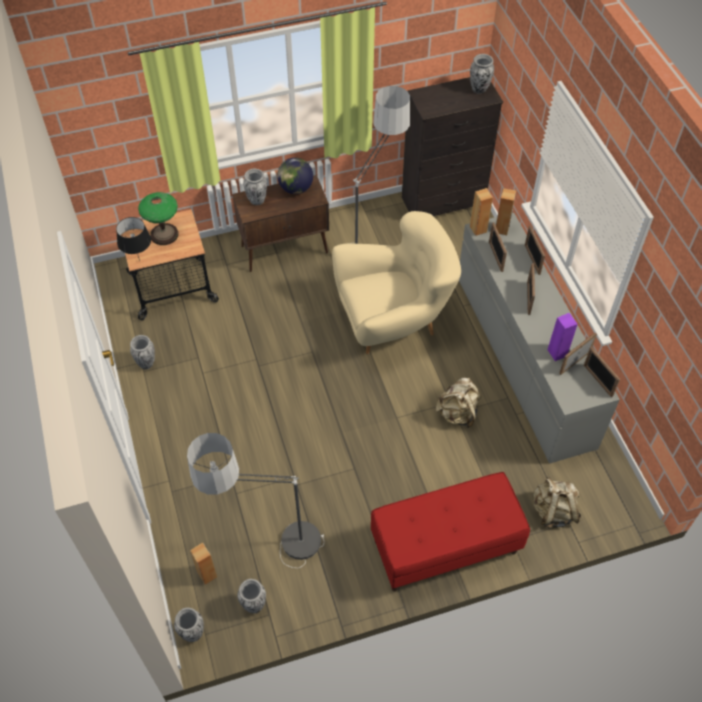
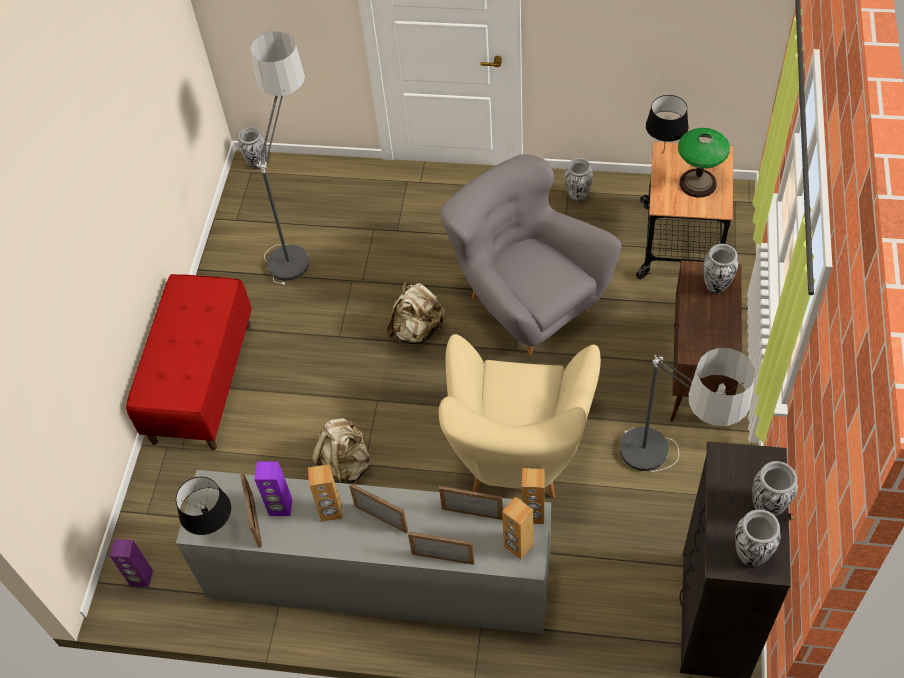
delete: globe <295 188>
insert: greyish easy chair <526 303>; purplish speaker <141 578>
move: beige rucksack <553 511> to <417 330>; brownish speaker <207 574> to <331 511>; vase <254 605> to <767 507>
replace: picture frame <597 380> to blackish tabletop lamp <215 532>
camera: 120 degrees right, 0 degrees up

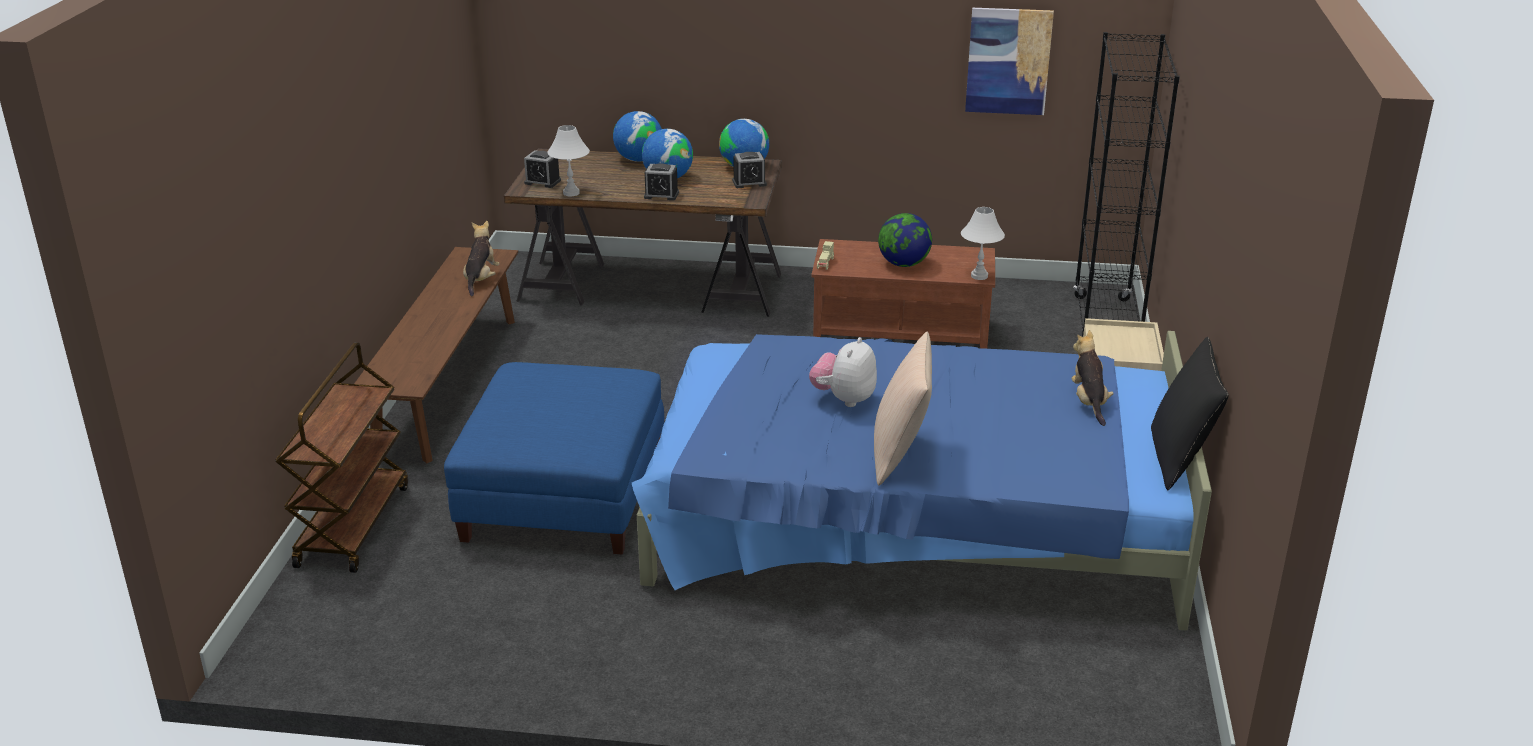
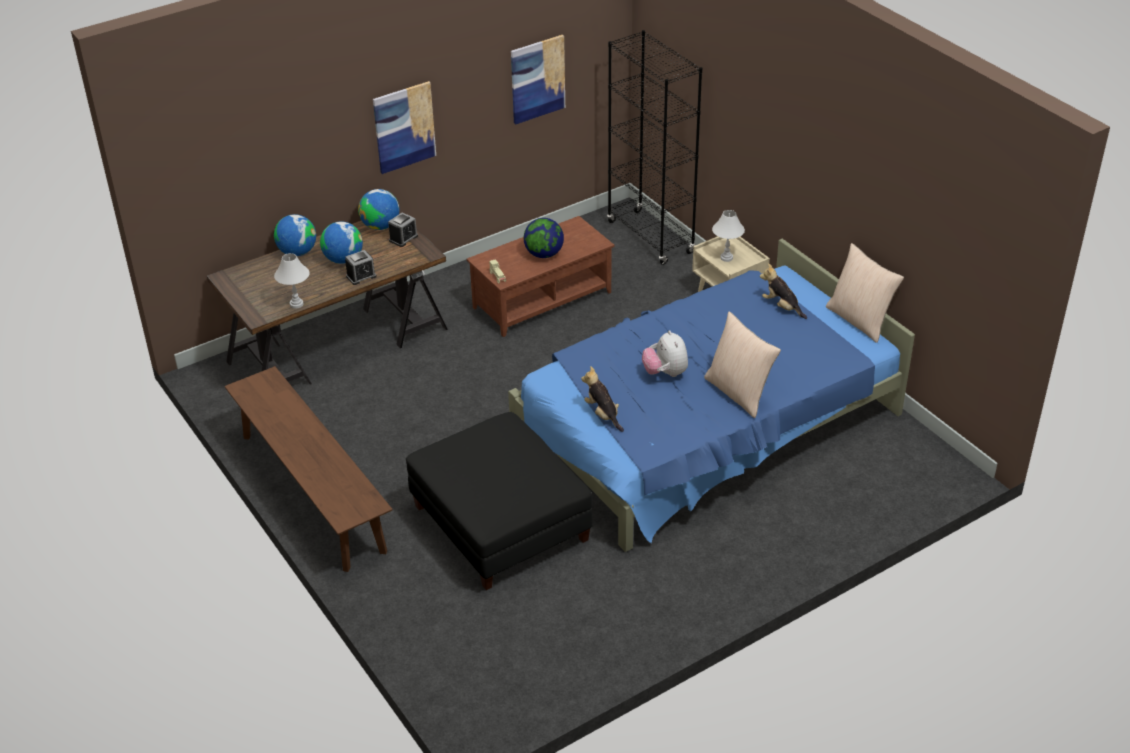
delete: bedside clock <542 182>; brownish wheeled cart <352 525>
insert: wall art <404 127>
move: white tabletop lamp <979 276> to <726 258>; cuddly toy <481 280> to <603 414>
recolor: blackish cushion <1179 459> to beige cushion <859 320>; blue-coloured ottoman <564 494> to blackish ottoman <501 523>
camera: 40 degrees left, 10 degrees up

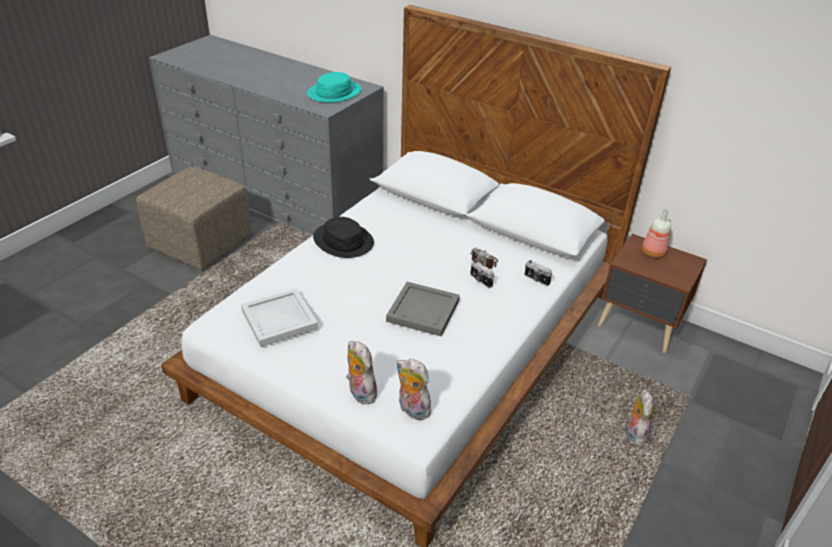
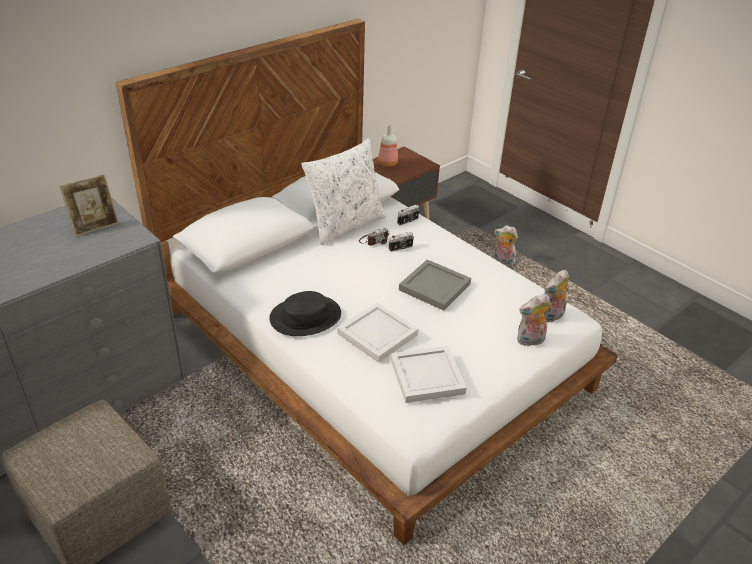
insert: white cushion <345 225>; white tray <379 334>
replace: turquoise clothing hat <334 92> to picture frame <95 226>
camera: 75 degrees left, 0 degrees up

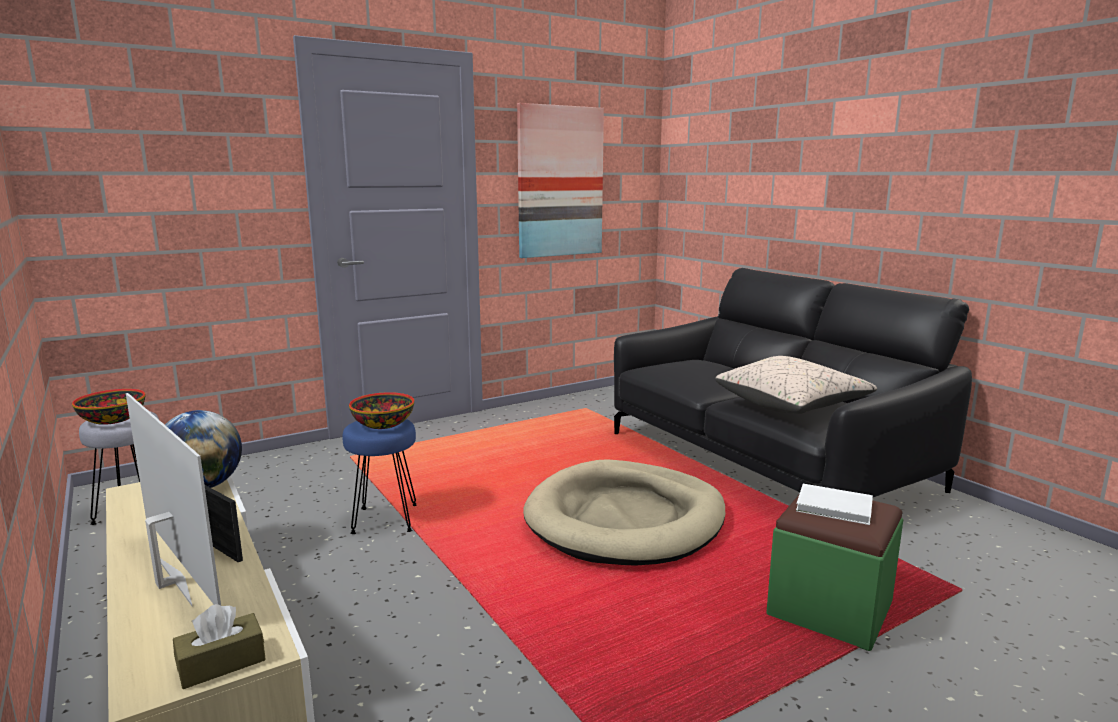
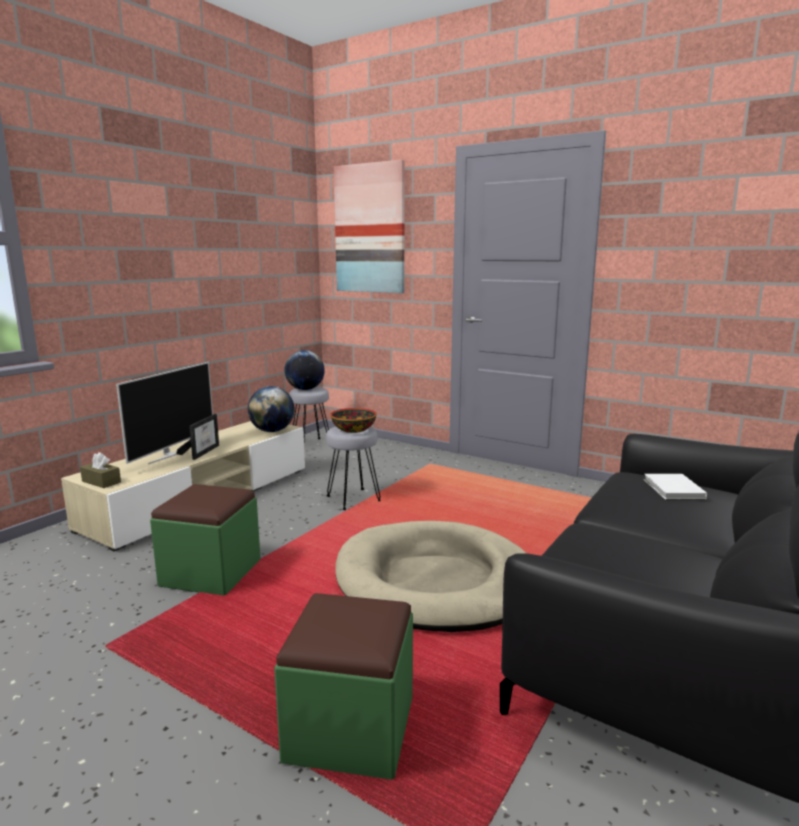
delete: beige cushion <791 405>
insert: green ottoman <211 572>
move: wall art <560 182> to <370 229>; white bound book <836 508> to <673 489>
replace: deep dish <113 420> to globe <305 389>
recolor: blue-coloured sitting stool <385 520> to greyish sitting stool <352 499>
camera: 65 degrees right, 0 degrees up

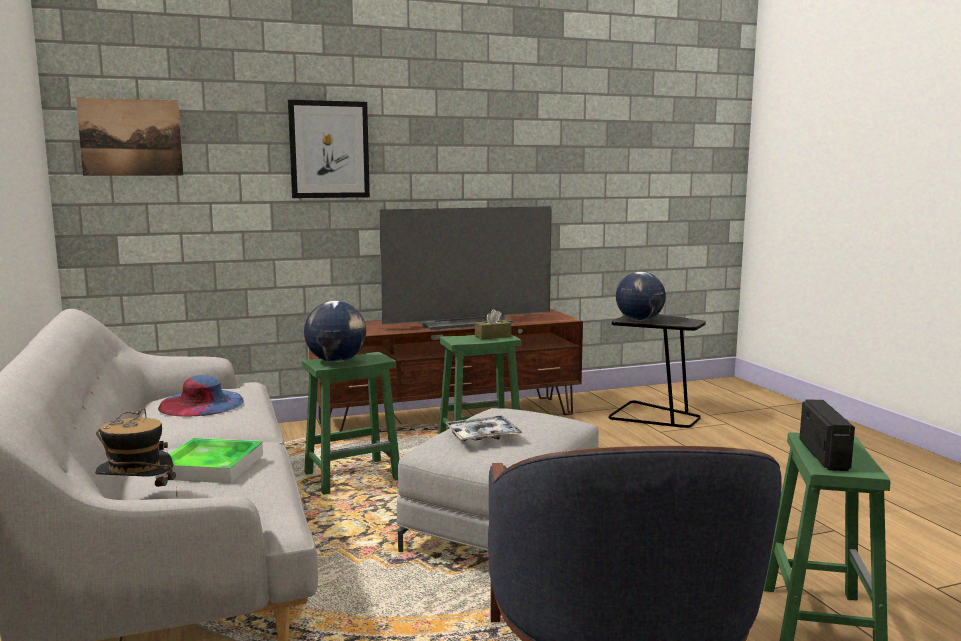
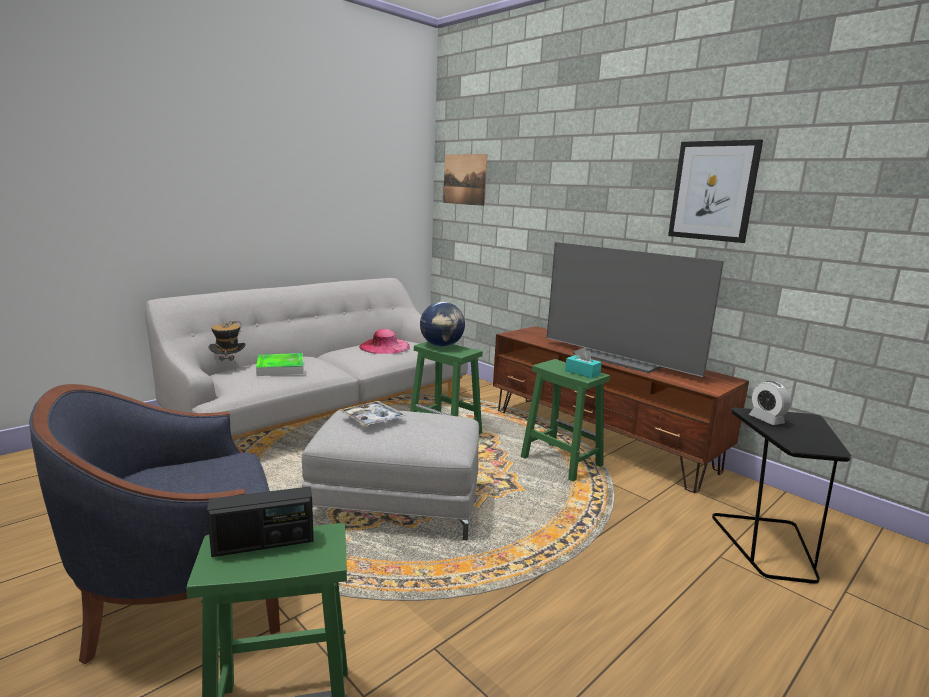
move: wall art <329 149> to <713 191>
replace: globe <640 320> to bedside clock <766 420>
recolor: brownish tissue holder <493 336> to turquoise tissue holder <582 372>; blue-coloured clothing hat <202 404> to pink-coloured clothing hat <384 346>
camera: 65 degrees right, 5 degrees up

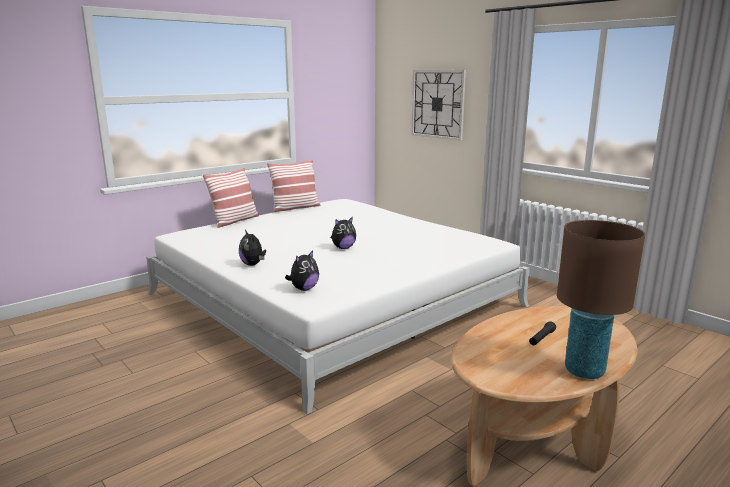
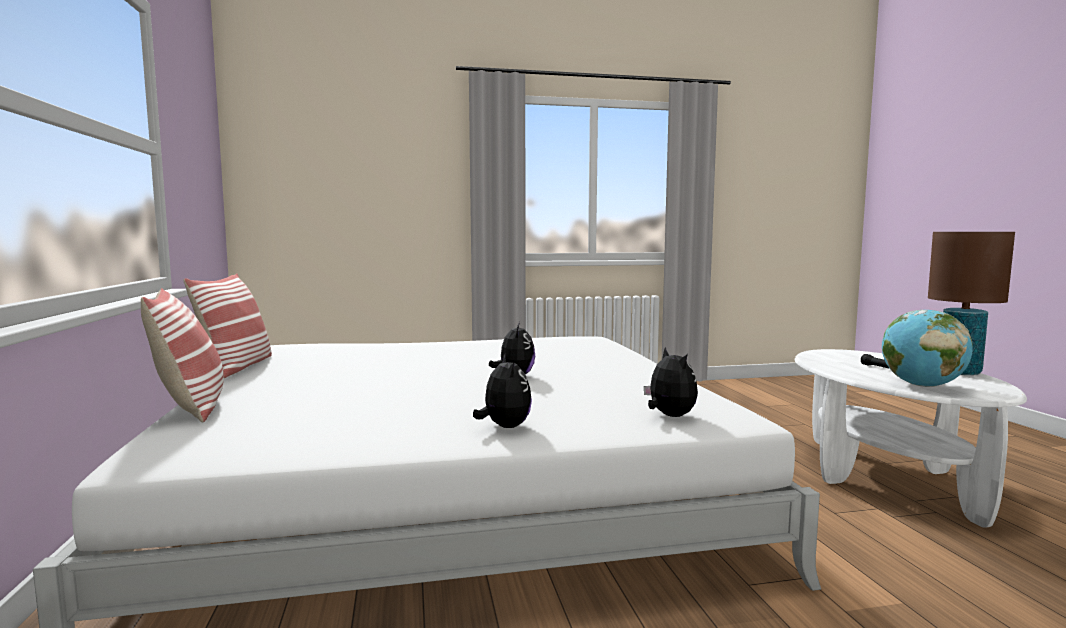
delete: clock on the wall <438 104>
insert: globe <921 385>
recolor: brownish coffee table <535 436> to white coffee table <886 477>
rotate: cuddly toy <253 264> = <504 427> 105 degrees counterclockwise
camera: 60 degrees left, 10 degrees down

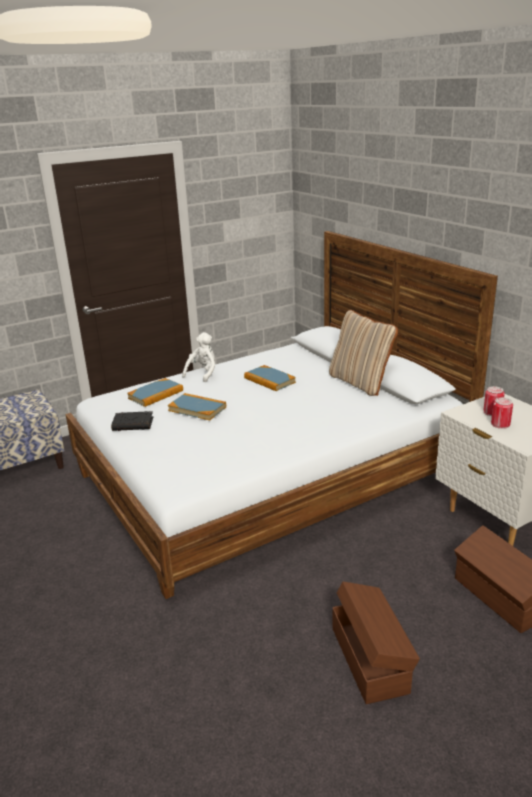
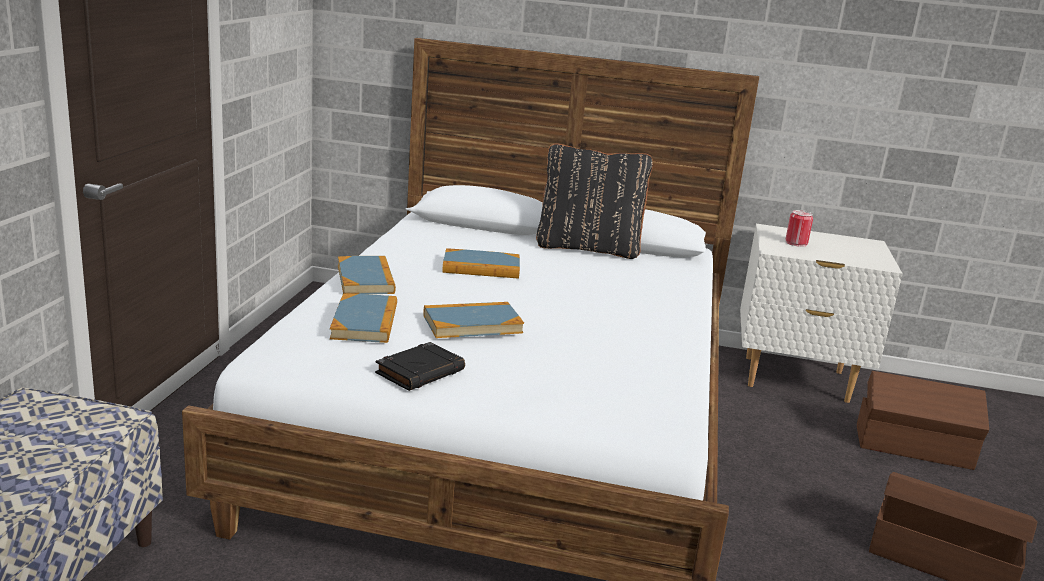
delete: can <500 424>
replace: white cuddly toy <203 373> to bound book <365 279>
recolor: beige cushion <360 383> to blackish cushion <588 248>
camera: 50 degrees left, 5 degrees down

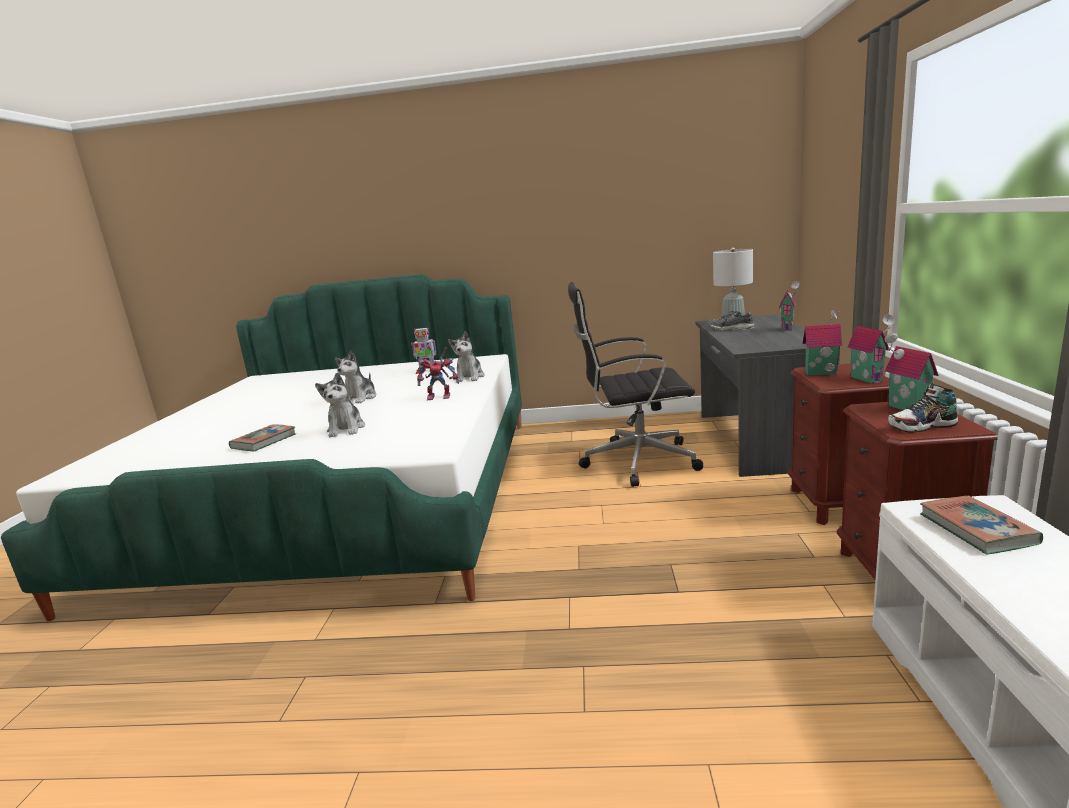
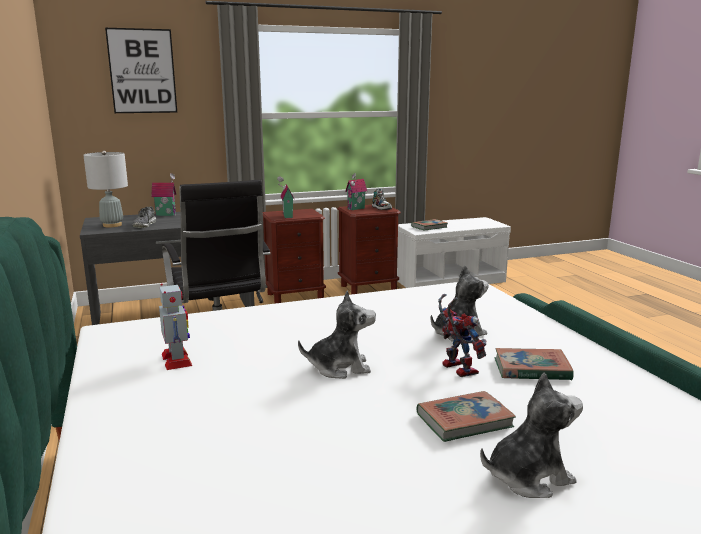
delete: toy house <868 379>
insert: wall art <142 71>; bound book <464 421>
move: cuddly toy <470 377> to <528 477>; toy robot <441 396> to <455 368>
camera: 115 degrees left, 0 degrees up

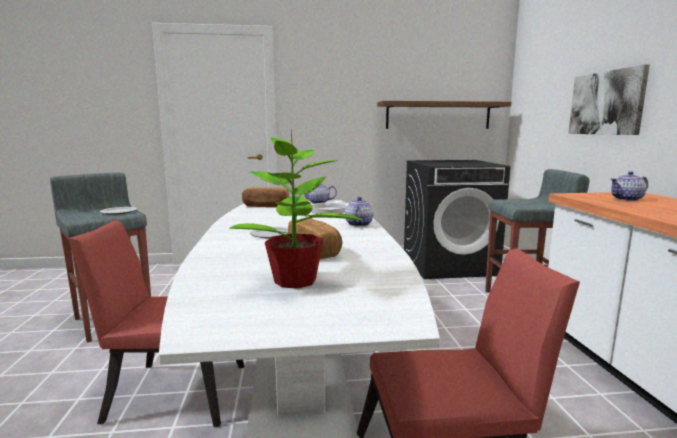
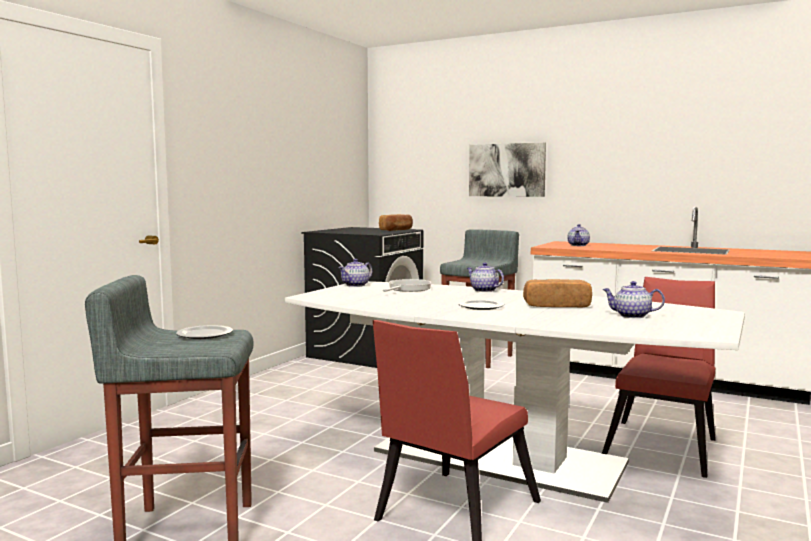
delete: brownish bracket shelf <438 115>
move: bread <266 206> to <396 230>
replace: plant in a pot <295 281> to tea pot <631 316>
camera: 55 degrees left, 5 degrees down

